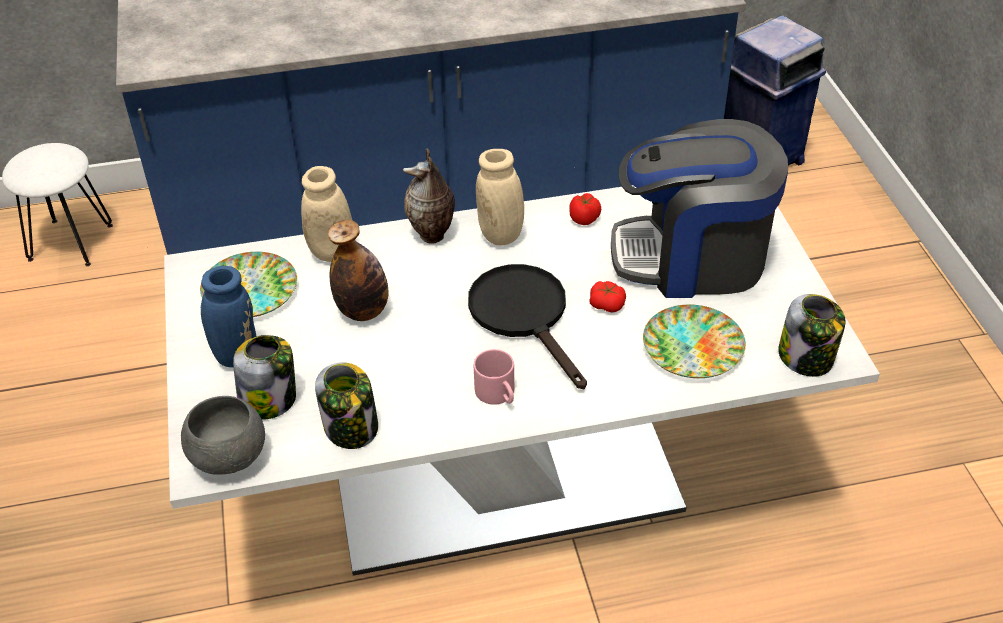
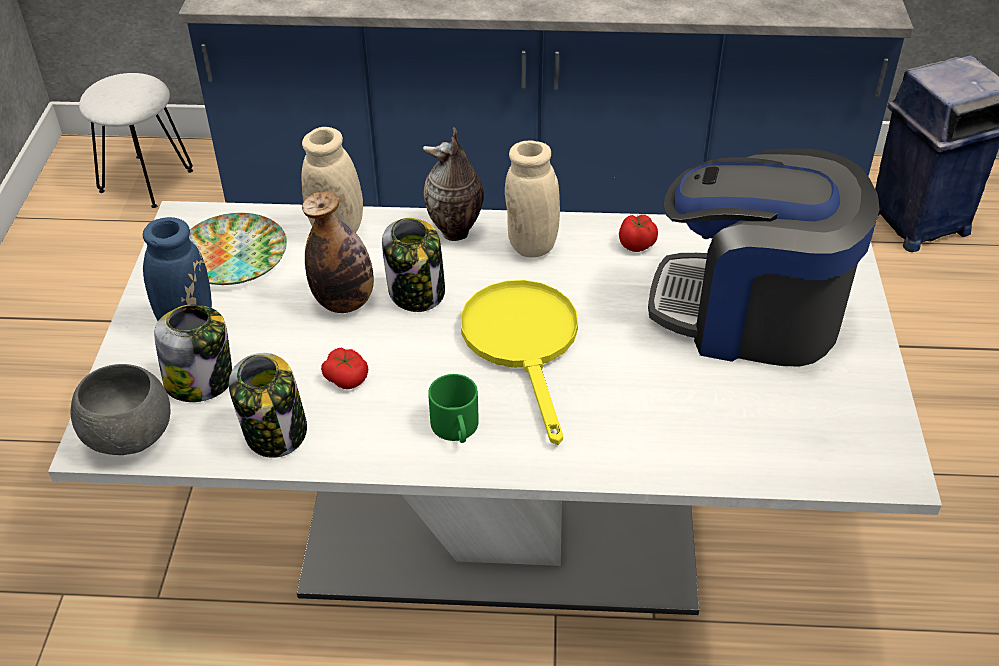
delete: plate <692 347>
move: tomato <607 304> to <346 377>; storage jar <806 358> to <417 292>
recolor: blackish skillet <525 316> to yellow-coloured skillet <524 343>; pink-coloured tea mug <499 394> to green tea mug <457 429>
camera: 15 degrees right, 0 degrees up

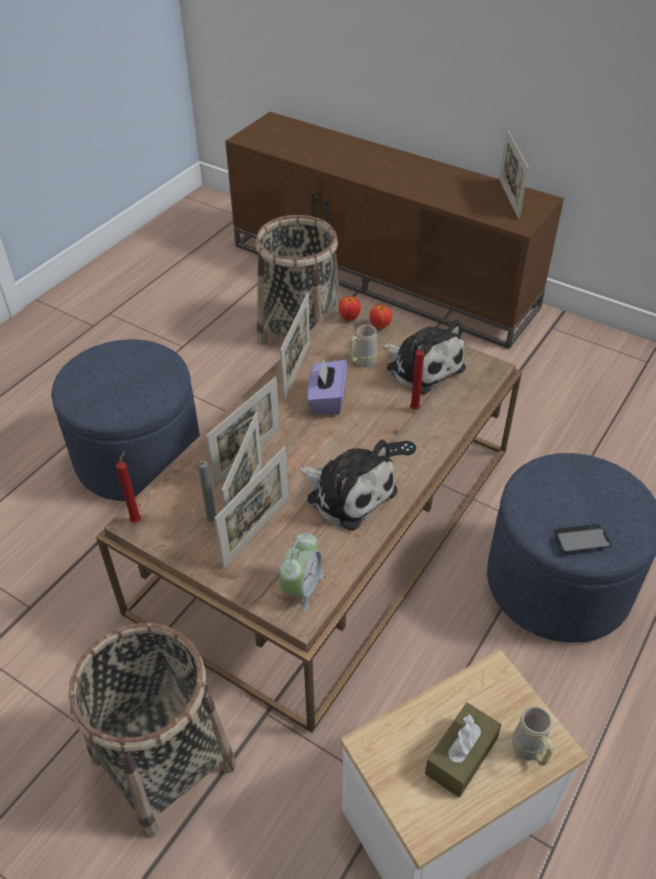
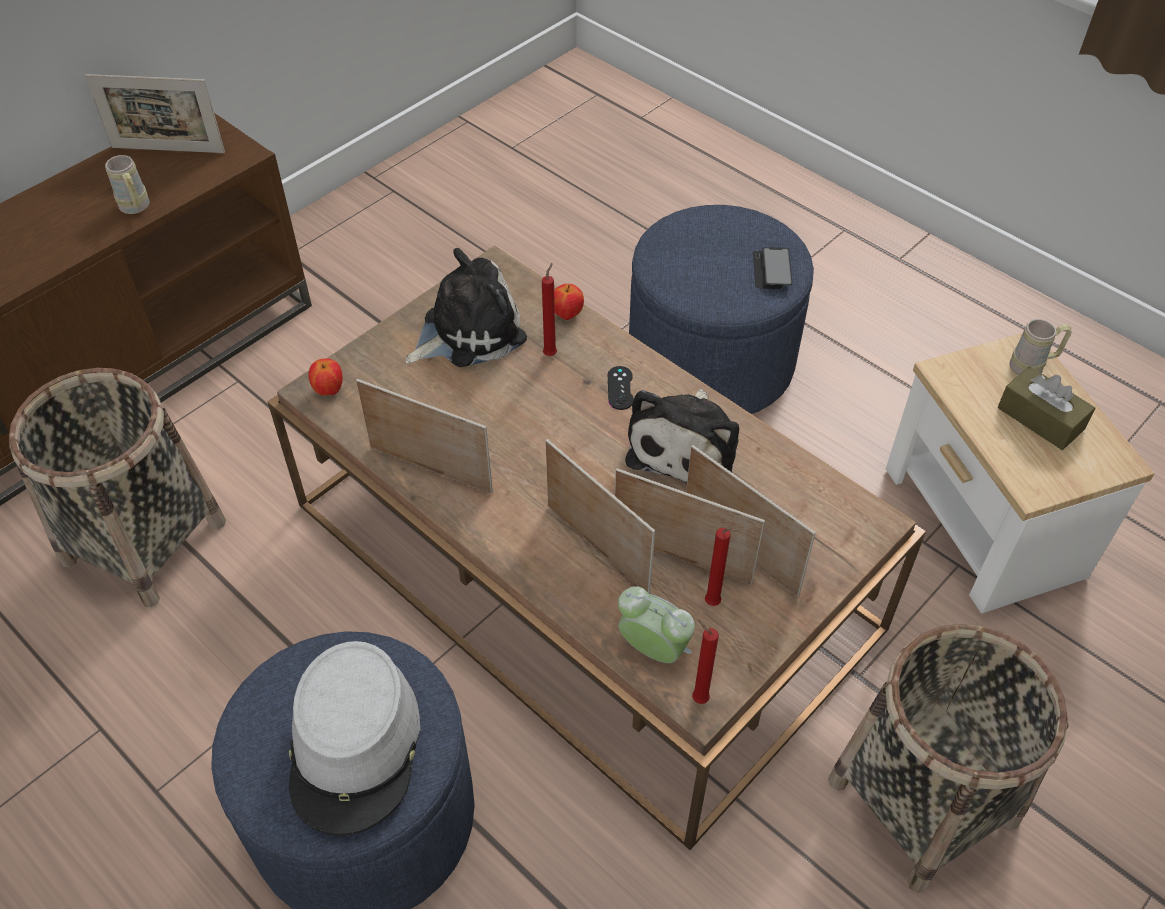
delete: purplish tissue holder <327 399>
insert: greyish clothing hat <355 745>
move: apple fruit <380 326> to <567 315>; beige tea mug <361 362> to <136 209>; bedside clock <302 588> to <653 650>
recolor: greyish wax candle <211 522> to red-coloured wax candle <714 604>
rotate: cuddly toy <348 493> = <686 447> 150 degrees clockwise
camera: 80 degrees left, 5 degrees up

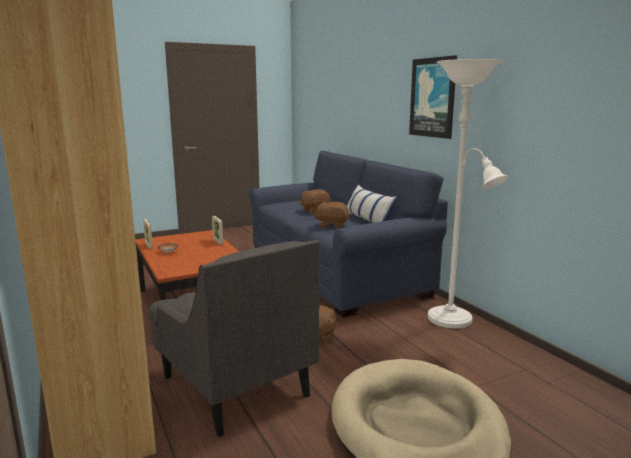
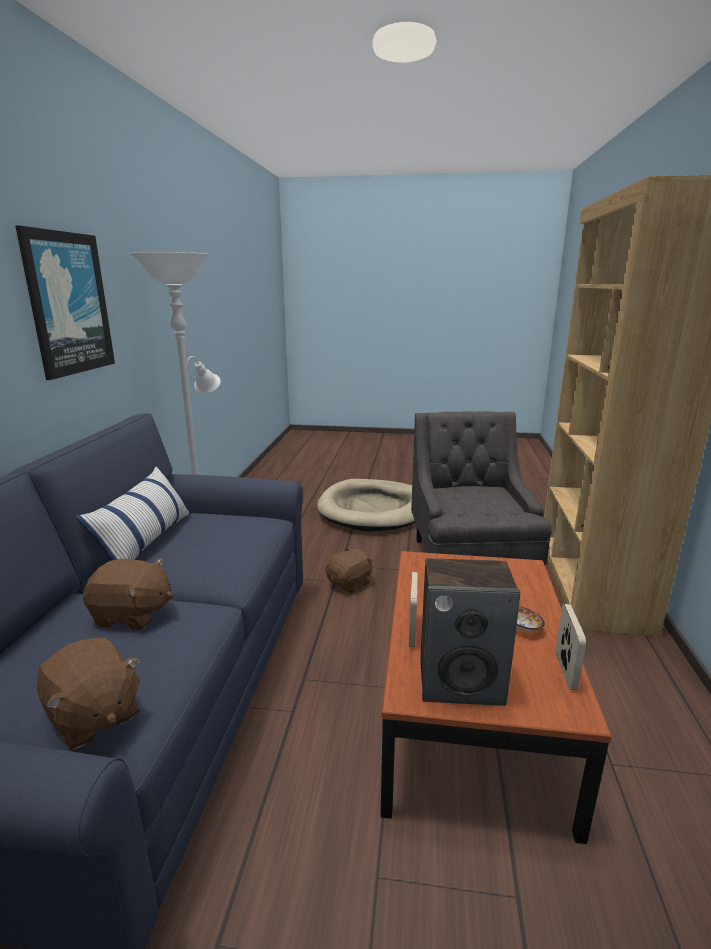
insert: speaker <461 682>
move: brownish cuddly toy <332 225> to <94 716>
camera: 145 degrees left, 5 degrees up

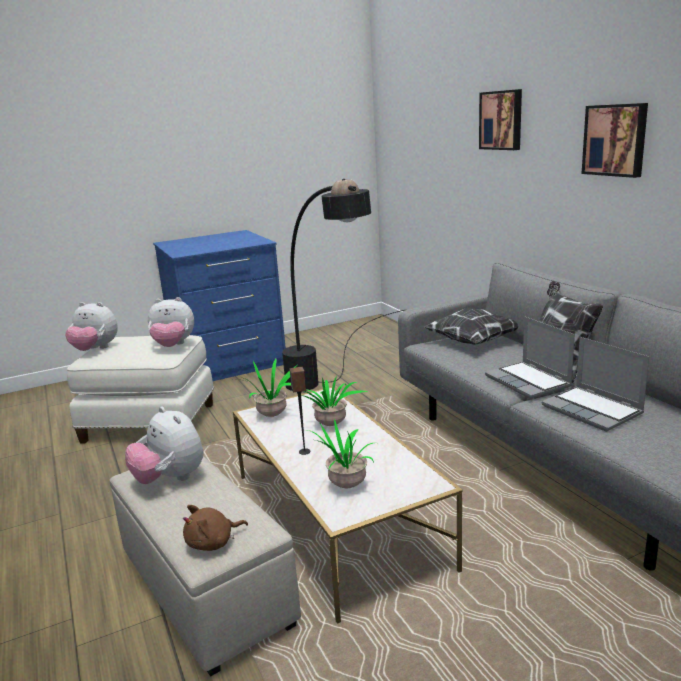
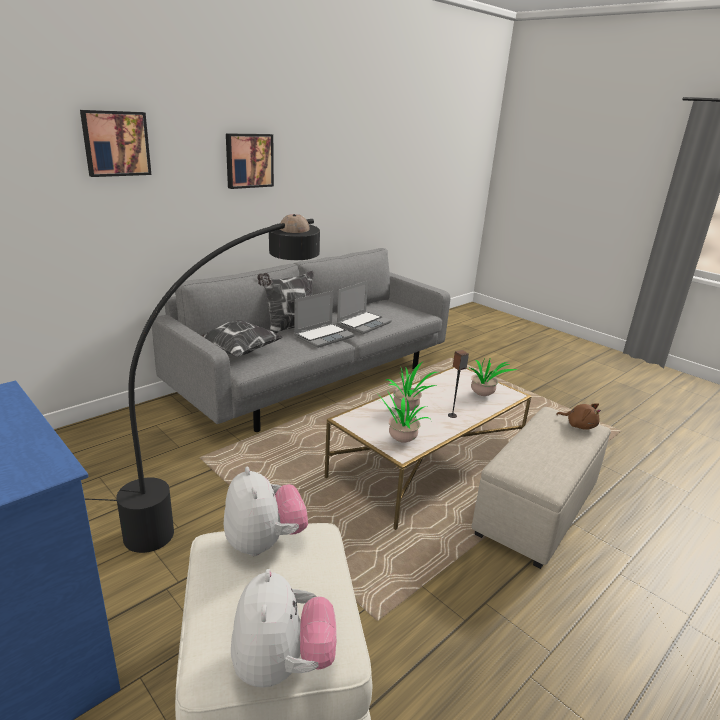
delete: cuddly toy <170 479>
camera: 110 degrees left, 5 degrees up

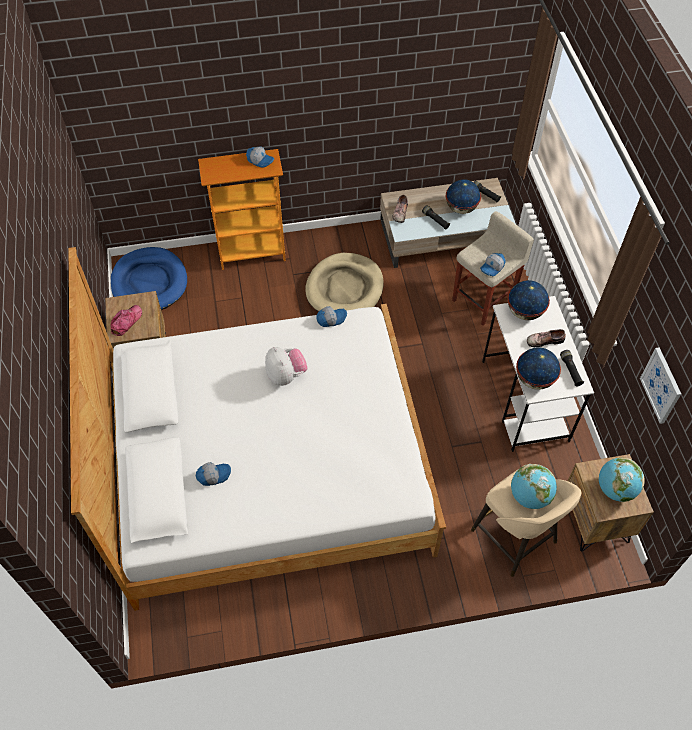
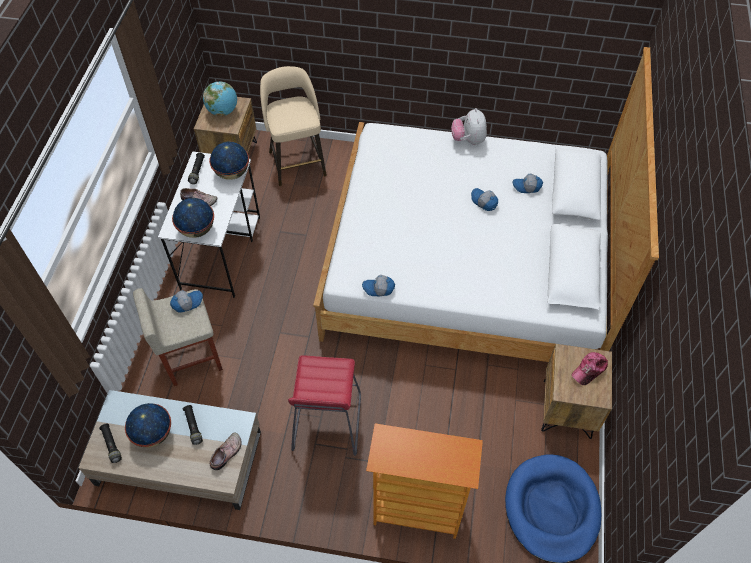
delete: wall art <661 385>; globe <529 496>
move: peaked cap <260 160> to <483 202>; cuddly toy <286 375> to <468 140>
replace: beige pet bed <345 288> to red-coloured sitting stool <327 422>
camera: 160 degrees left, 0 degrees up

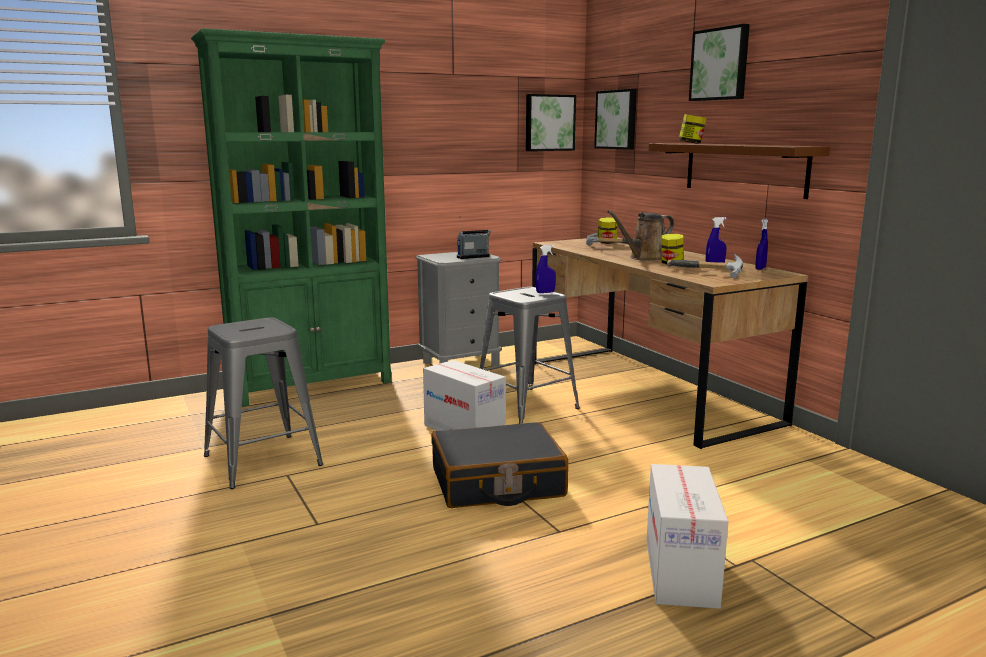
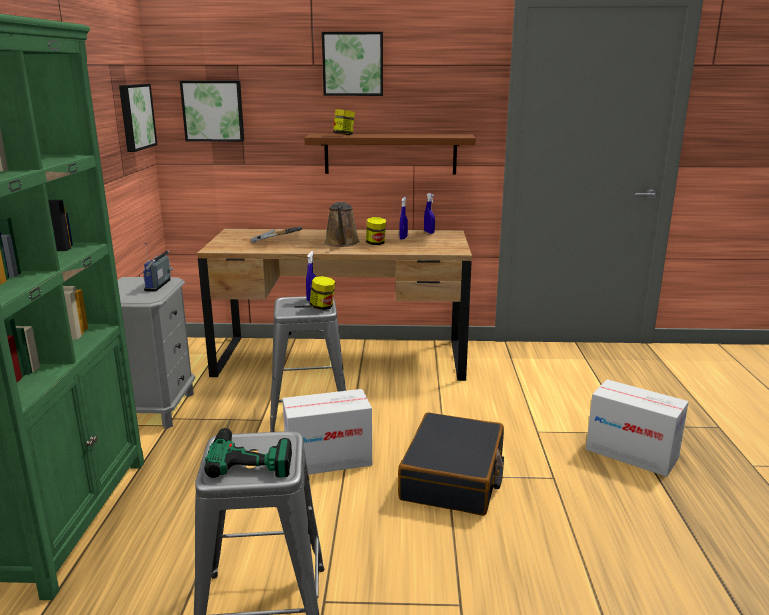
delete: hammer <706 273>
insert: electric drill <252 452>
move: storage jar <607 243> to <322 307>
camera: 60 degrees left, 5 degrees up

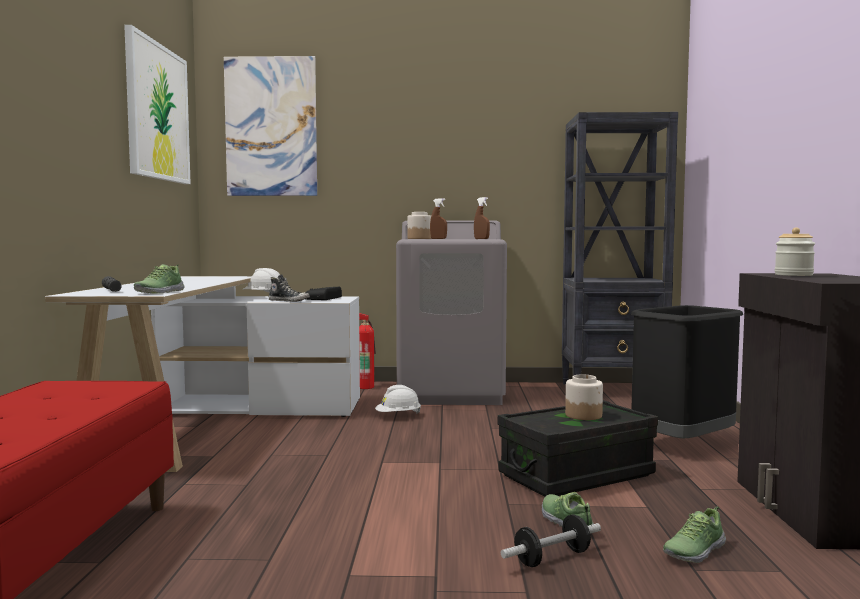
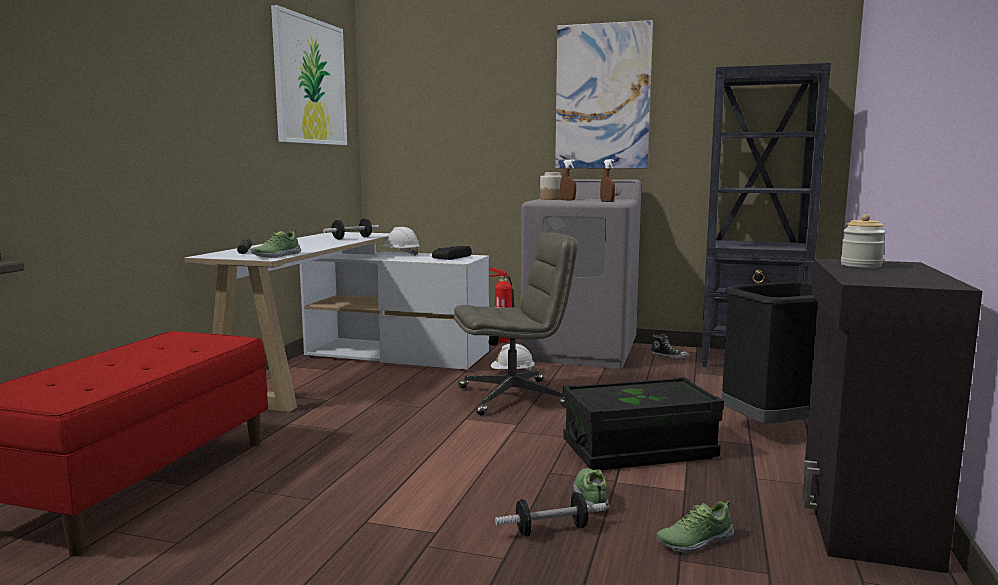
delete: storage jar <583 415>
insert: dumbbell <352 238>; greyish office chair <513 397>
move: wall art <271 126> to <602 97>; item of footwear <289 301> to <669 357>
camera: 15 degrees right, 5 degrees up

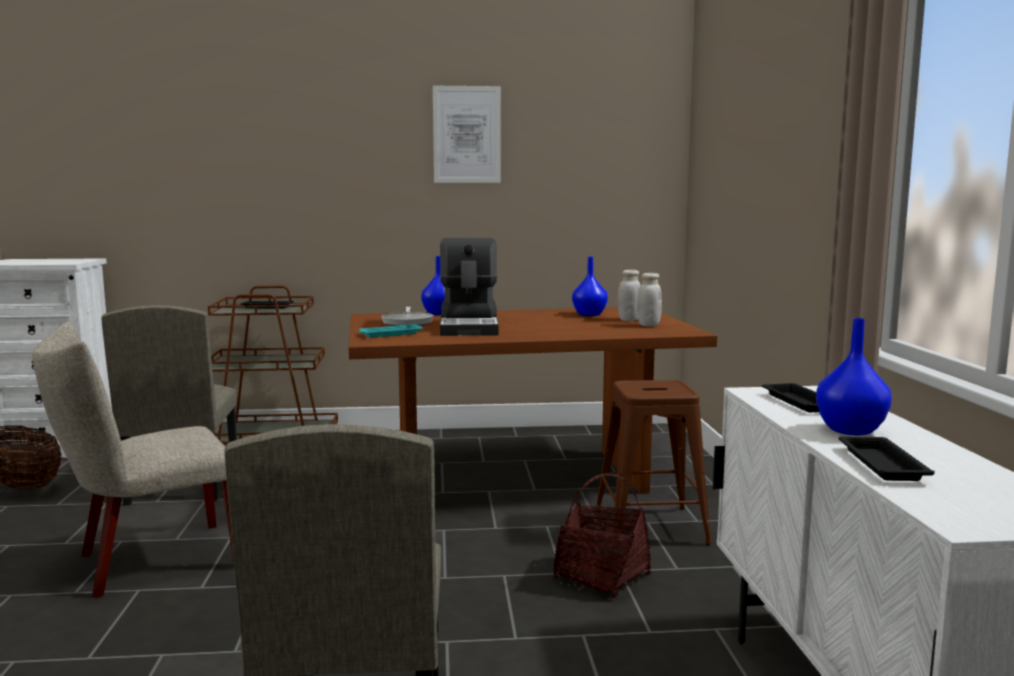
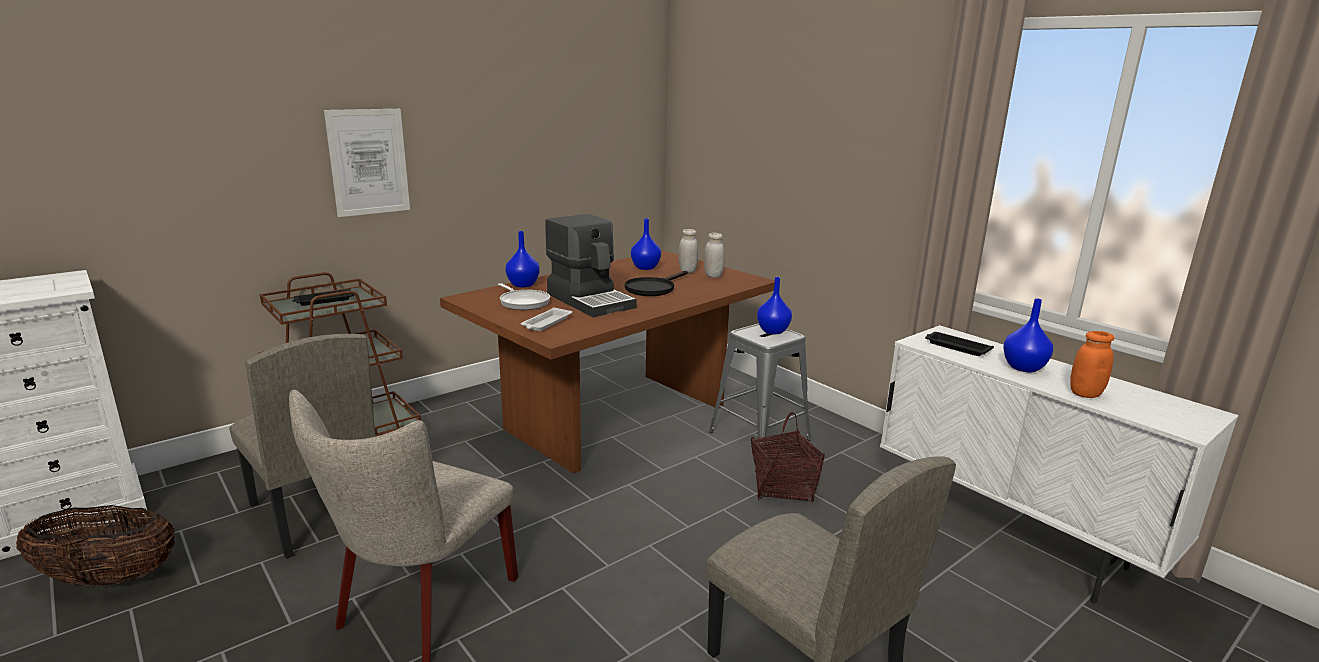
insert: blackish skillet <653 288>; blue-coloured vase <773 331>
move: wall art <467 134> to <368 162>
replace: blackish tray <881 464> to orange storage jar <1085 394>
recolor: turquoise tray <389 334> to white tray <546 323>; brownish sitting stool <650 527> to greyish sitting stool <759 436>
camera: 35 degrees left, 10 degrees up

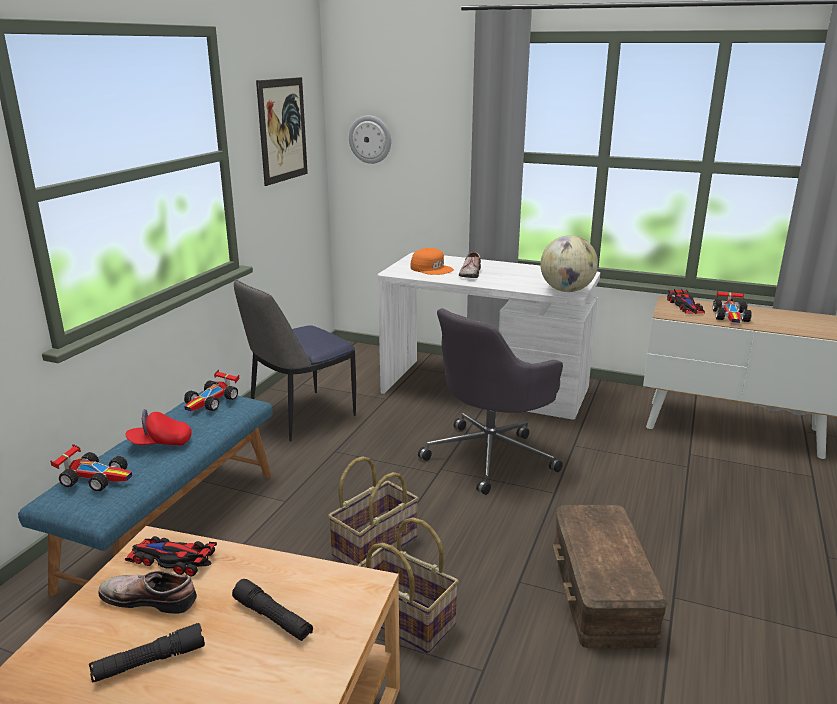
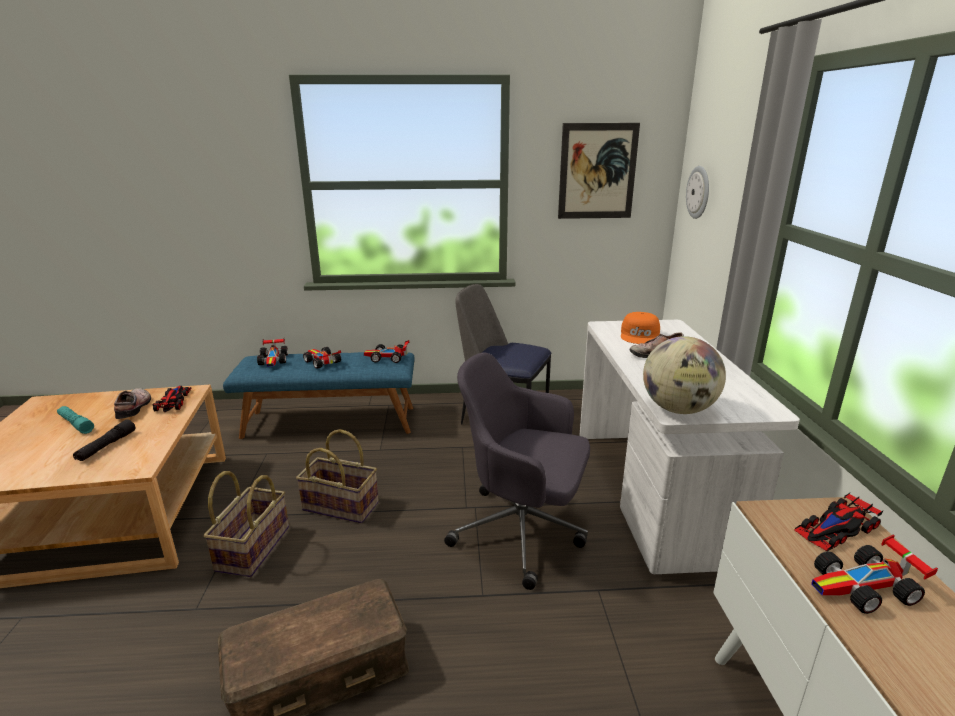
replace: red-coloured peaked cap <160 443> to model car <321 362>
recolor: blackish hand torch <149 662> to turquoise hand torch <76 424>
camera: 65 degrees right, 0 degrees up

